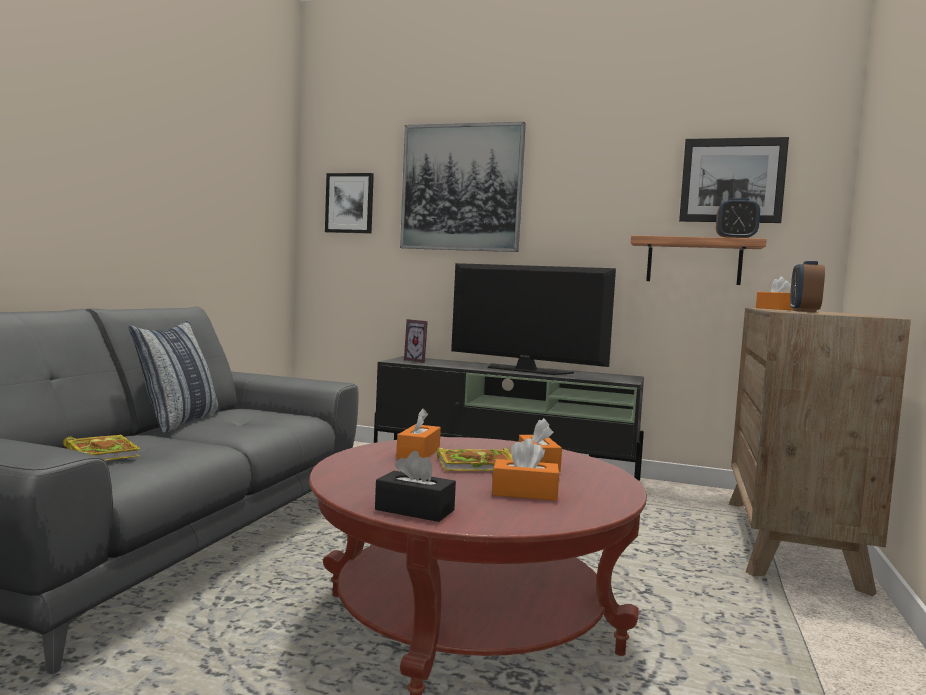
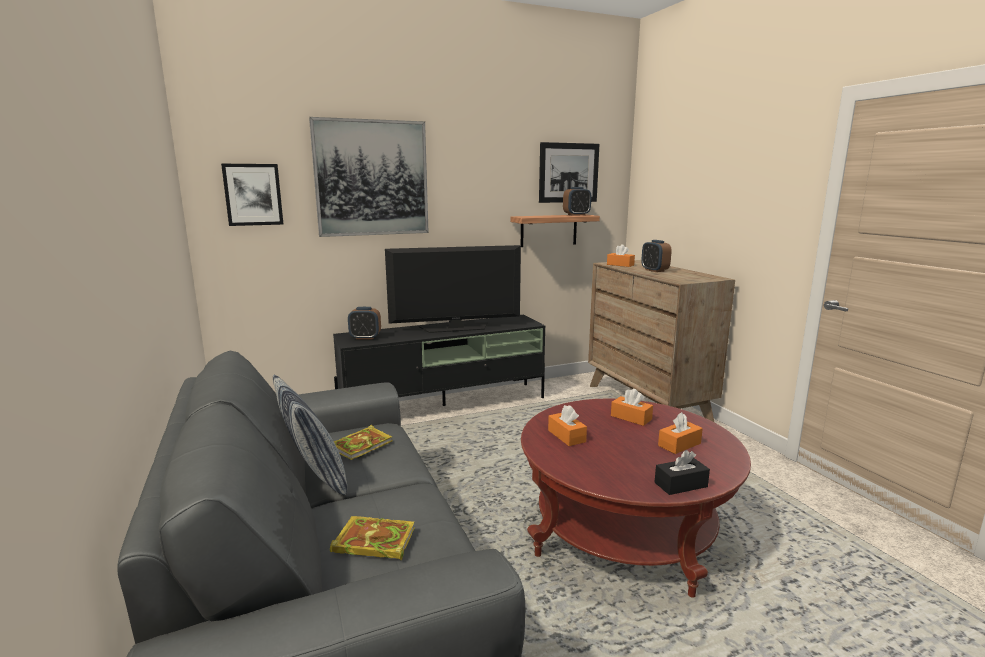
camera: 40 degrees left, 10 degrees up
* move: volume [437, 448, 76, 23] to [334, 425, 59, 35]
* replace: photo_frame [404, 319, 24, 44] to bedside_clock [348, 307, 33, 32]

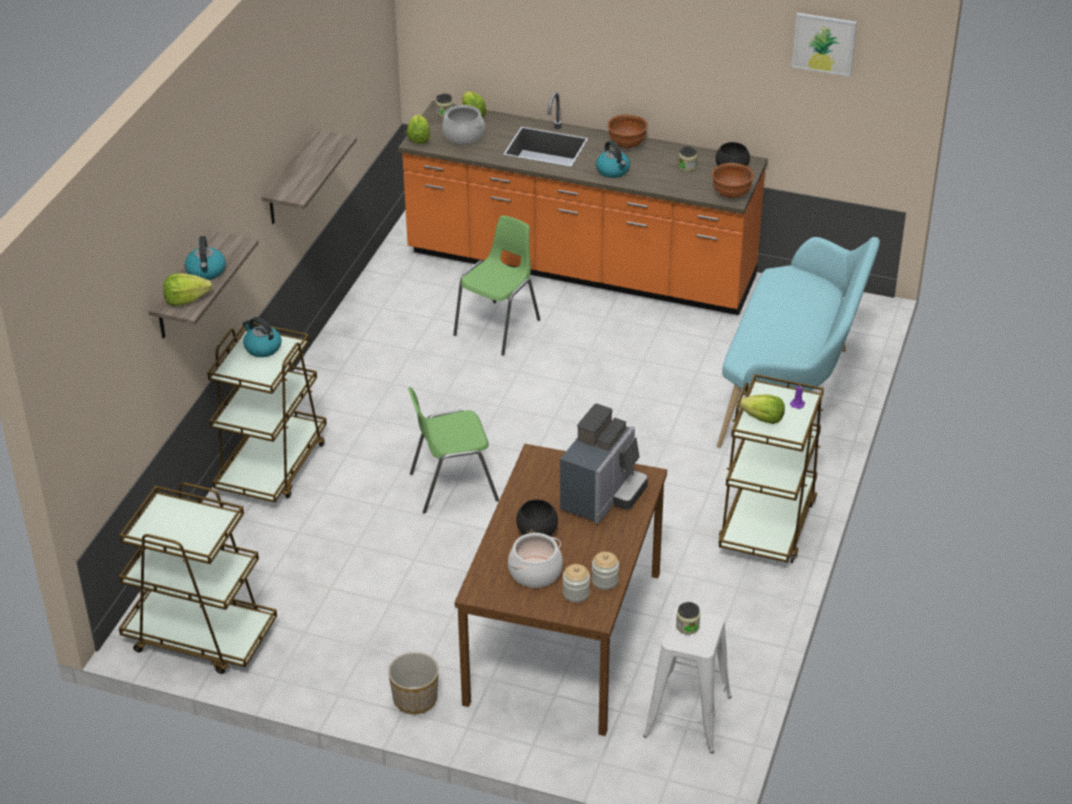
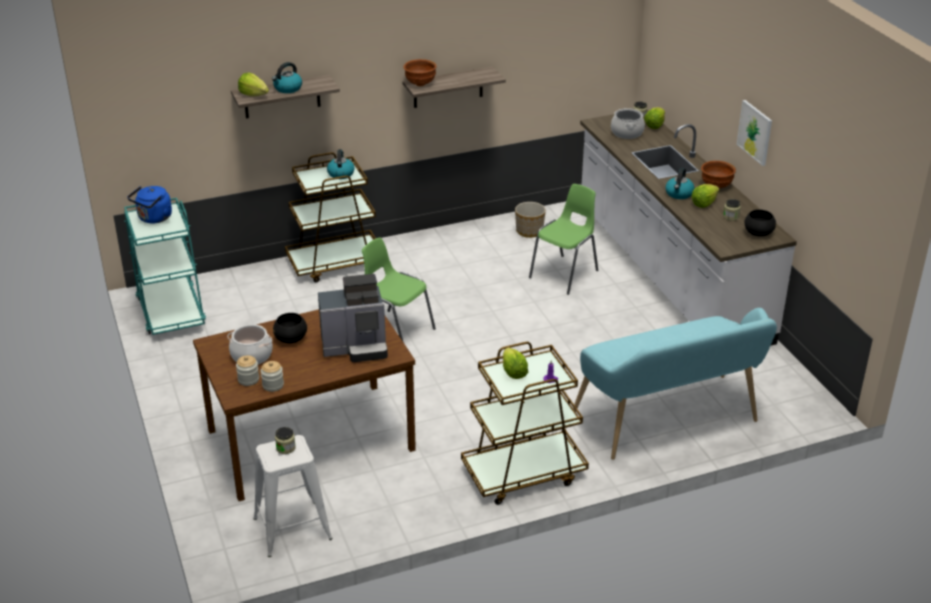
camera: 50 degrees right, 5 degrees down
* insert: bluish_kettle [127, 186, 45, 37]
* move: planter [388, 652, 51, 62] to [515, 202, 31, 36]
* move: lettuce_head [406, 114, 24, 30] to [692, 184, 28, 24]
* move: brown-coloured_deep_dish [712, 163, 42, 35] to [403, 59, 34, 27]
* move: wall_art [792, 13, 65, 63] to [737, 100, 35, 66]
* recolor: brown-coloured_trolley [119, 482, 158, 192] to turquoise-coloured_trolley [124, 198, 82, 137]
* recolor: orangey_counter [398, 92, 370, 223] to whitish_counter [580, 110, 217, 236]
* rotate: green_plain_chair [453, 215, 87, 141] = [529, 184, 69, 111] 45 degrees counterclockwise

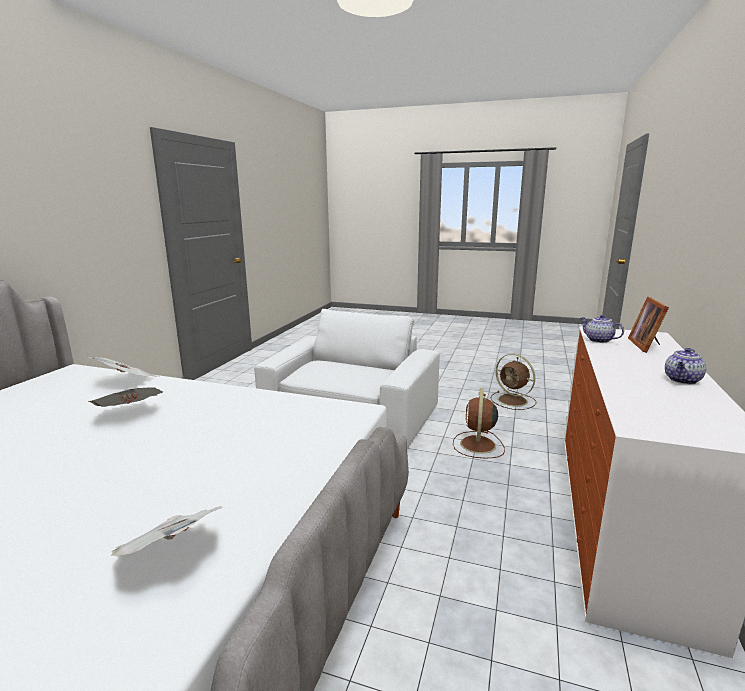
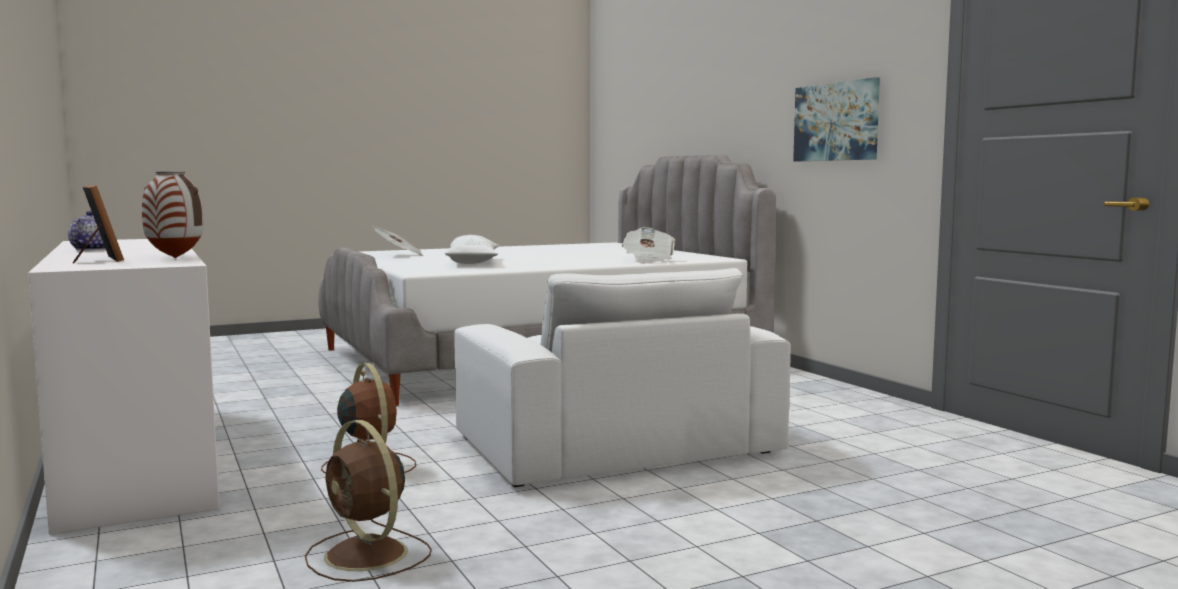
camera: 135 degrees right, 10 degrees down
* delete: daily_paper [88, 387, 75, 20]
* insert: whitish_cushion [445, 235, 54, 29]
* insert: wall_art [793, 77, 87, 84]
* replace: teapot [580, 315, 44, 28] to flower_vase [142, 171, 61, 87]
* rotate: brown-coloured_electric_fan [491, 354, 45, 56] = [305, 420, 127, 162] 135 degrees counterclockwise

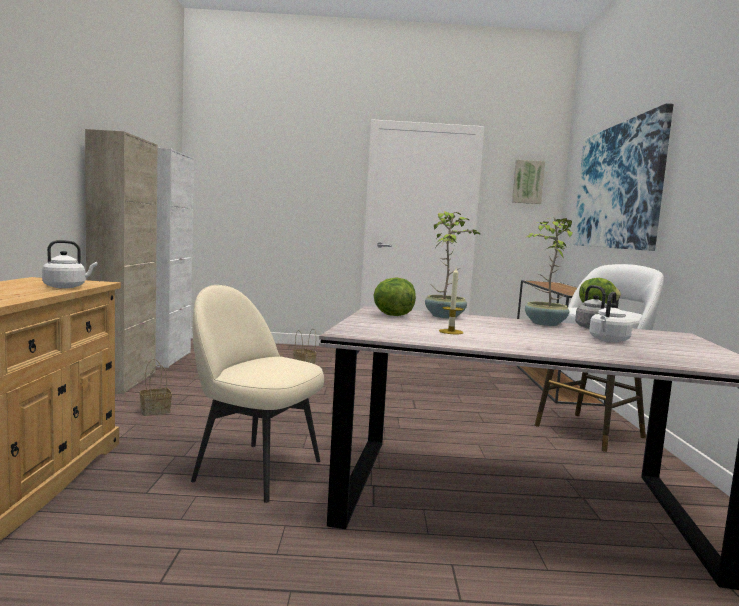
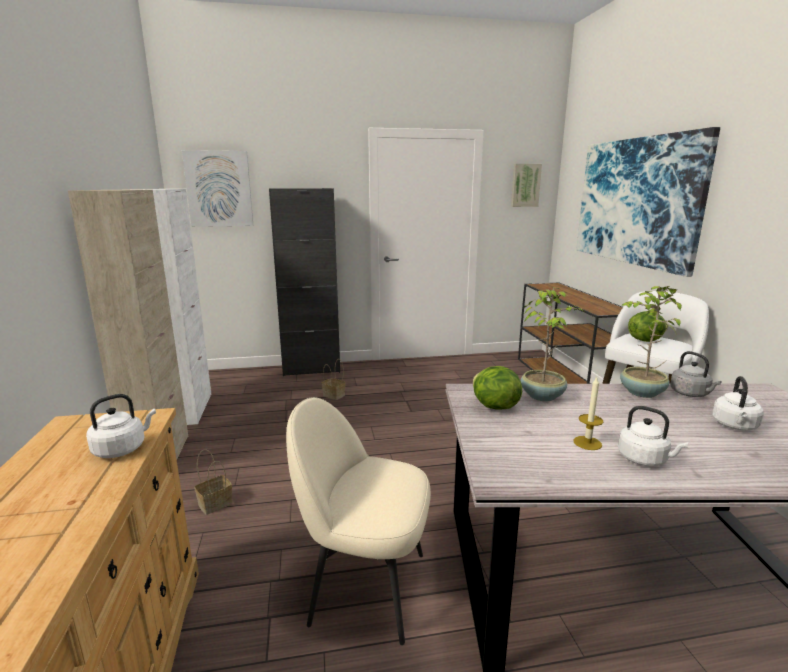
camera: 10 degrees left, 10 degrees up
* insert: wall_art [182, 150, 71, 77]
* insert: black-coloured_cabinet [269, 188, 71, 188]
* insert: whitish_kettle [618, 406, 70, 60]

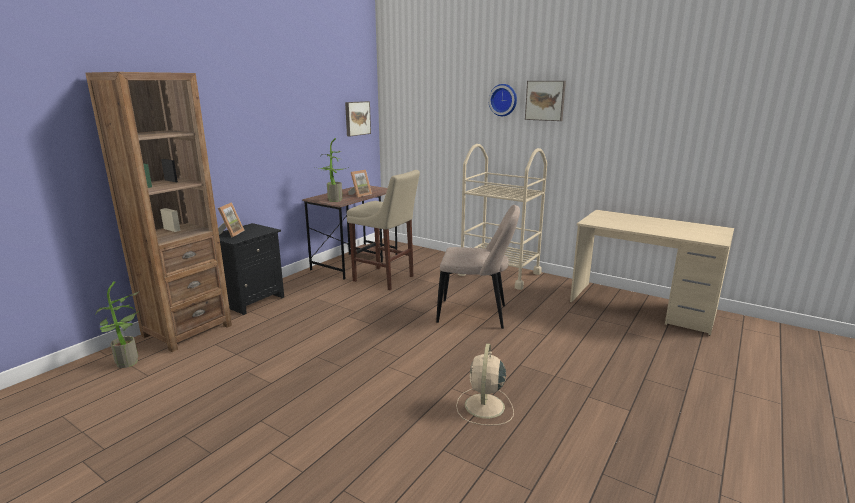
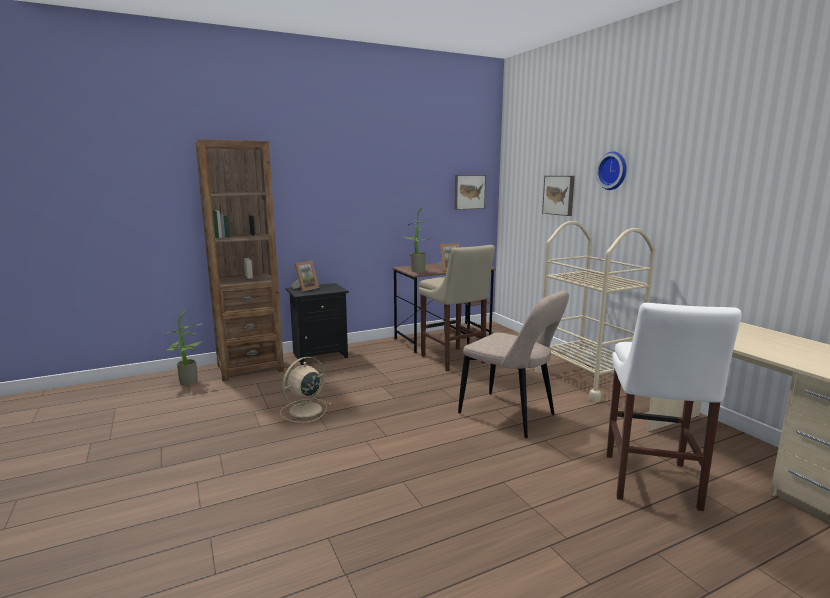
camera: 30 degrees right, 5 degrees down
* insert: whitish_stool_seat [607, 303, 135, 208]
* move: sand-coloured_electric_fan [456, 343, 58, 83] to [280, 357, 51, 66]
* move: wall_art [525, 81, 41, 40] to [542, 176, 33, 40]

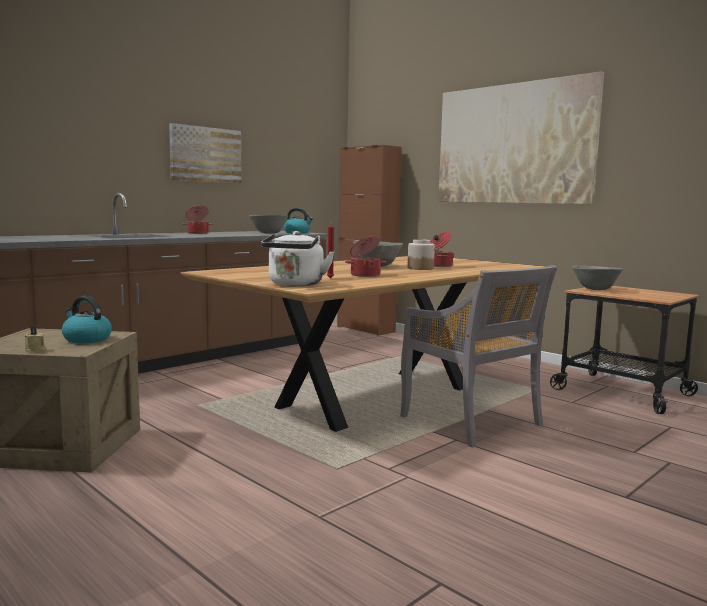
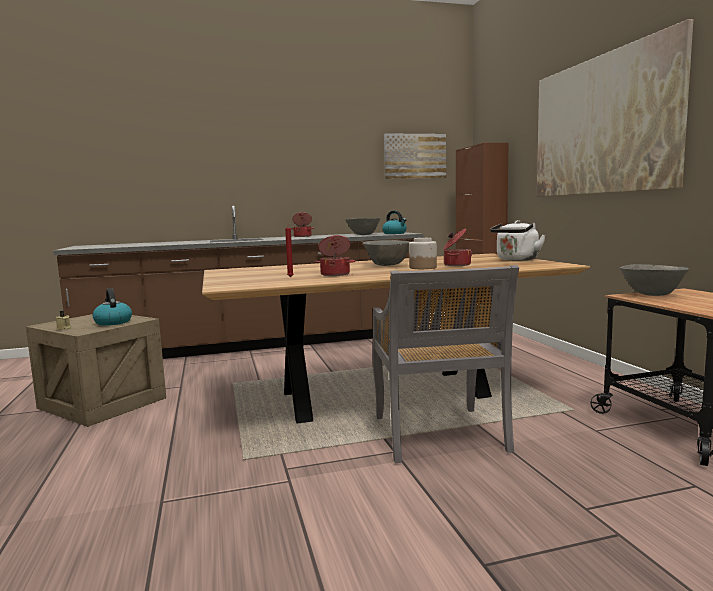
camera: 30 degrees right, 0 degrees up
* move: wall_art [169, 123, 73, 60] to [384, 133, 62, 46]
* move: whitish_kettle [261, 231, 73, 55] to [490, 220, 56, 41]

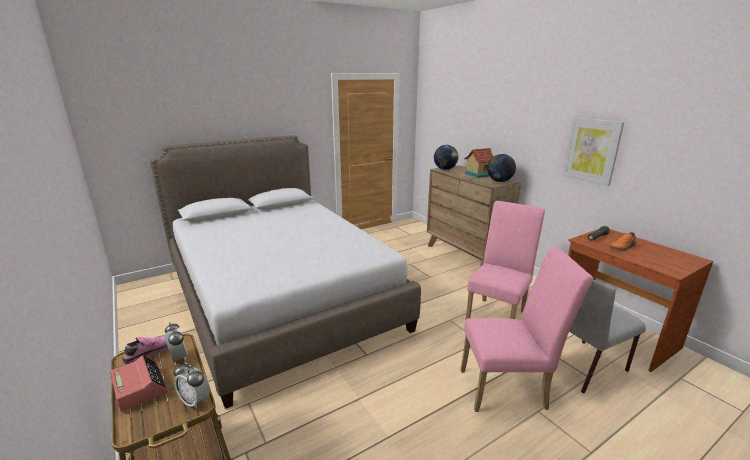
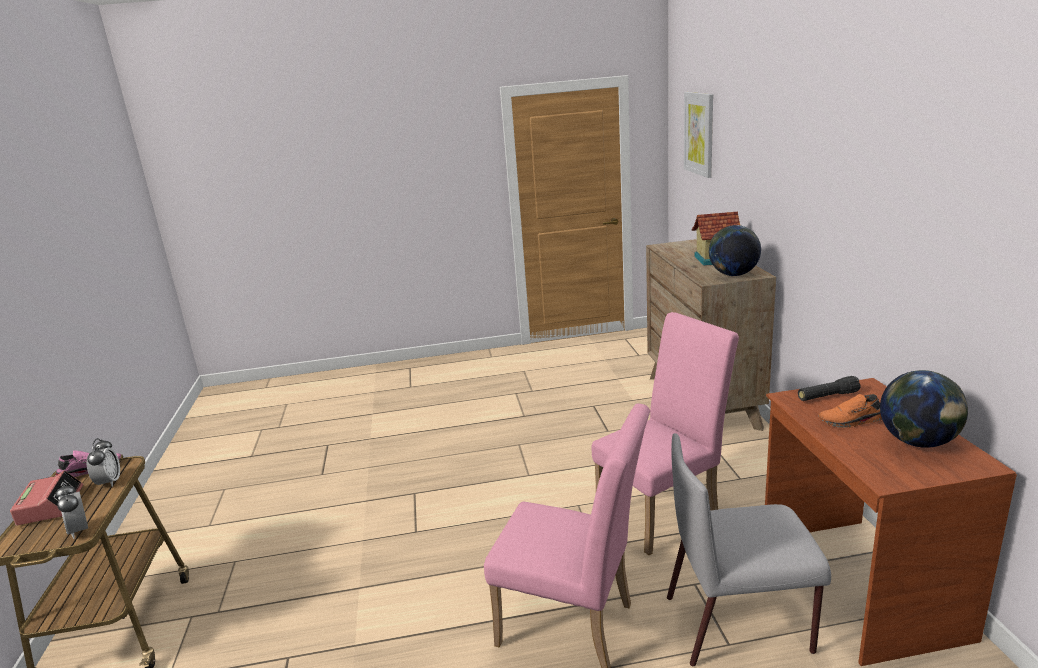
camera: 25 degrees right, 0 degrees up
* delete: bedroom_bed [150, 135, 271, 274]
* move: world_globe [434, 145, 25, 25] to [880, 370, 88, 78]
* move: wall_art [562, 118, 62, 68] to [684, 92, 29, 86]

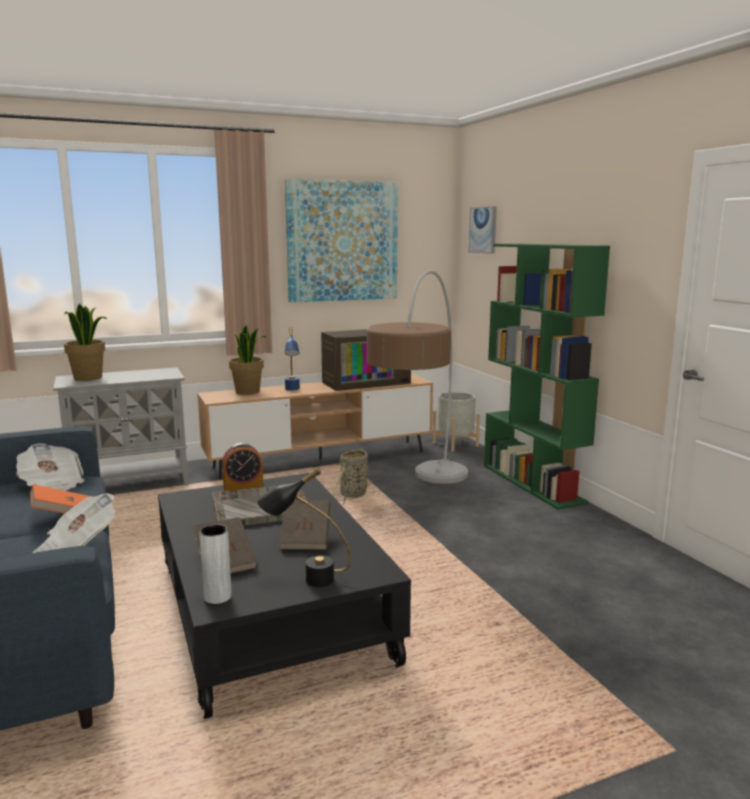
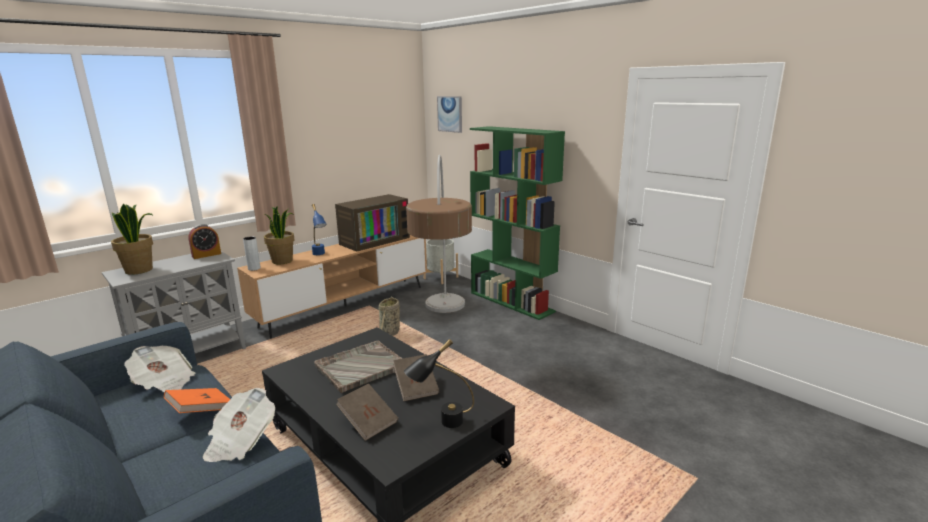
camera: 20 degrees left, 5 degrees up
* delete: wall_art [285, 179, 113, 124]
* move: gray_flower_vase [199, 524, 33, 80] to [243, 236, 18, 35]
* move: bedside_clock [222, 443, 41, 48] to [188, 224, 33, 35]

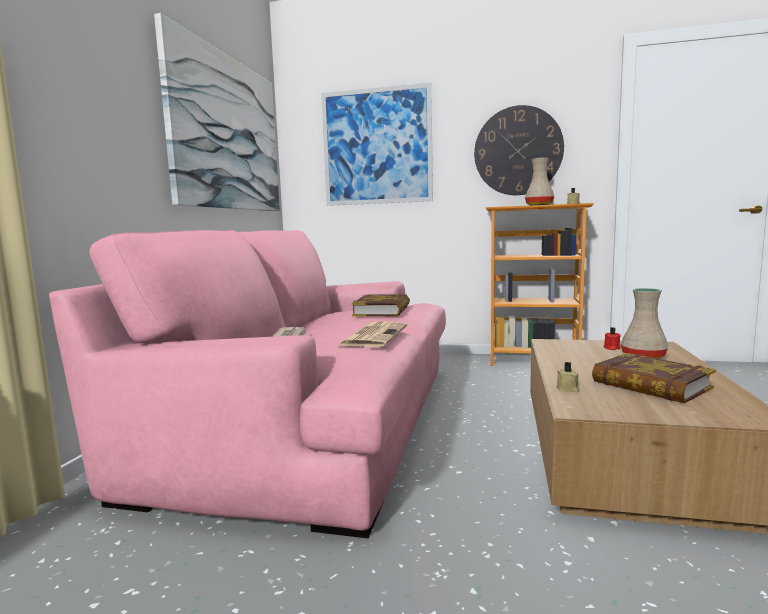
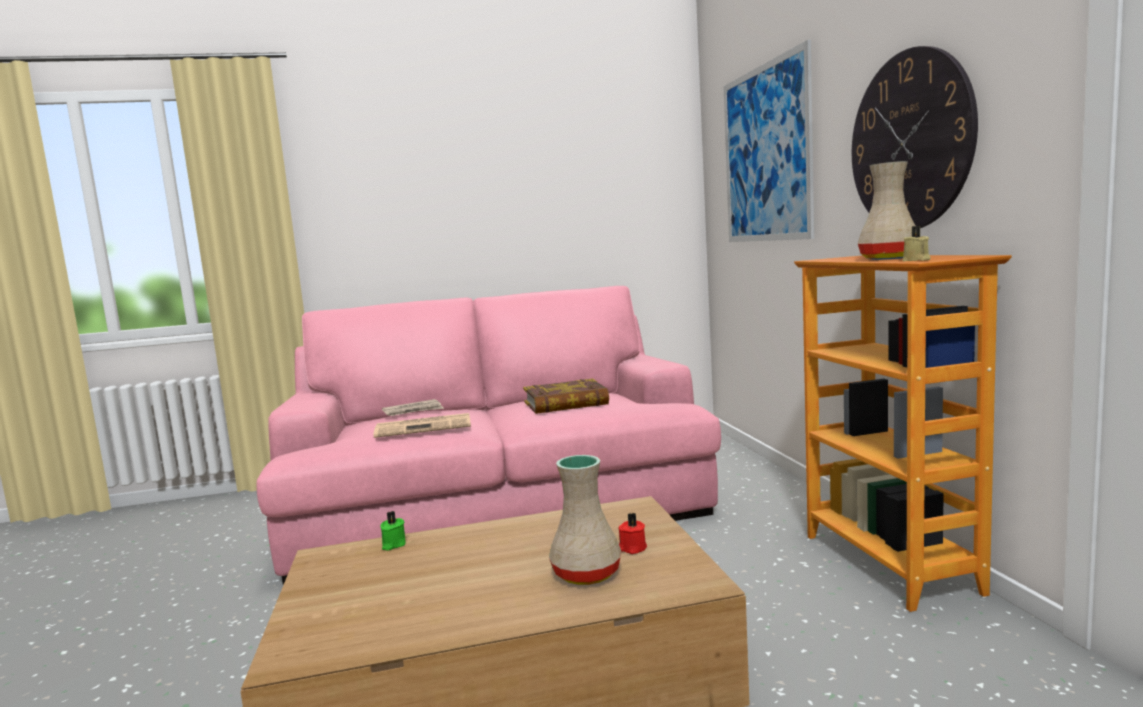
camera: 65 degrees right, 0 degrees up
* delete: wall_art [154, 13, 126, 198]
* delete: volume [592, 353, 124, 50]
* recolor: sand-coloured_candle [556, 362, 24, 30] to green_candle [381, 511, 25, 39]

